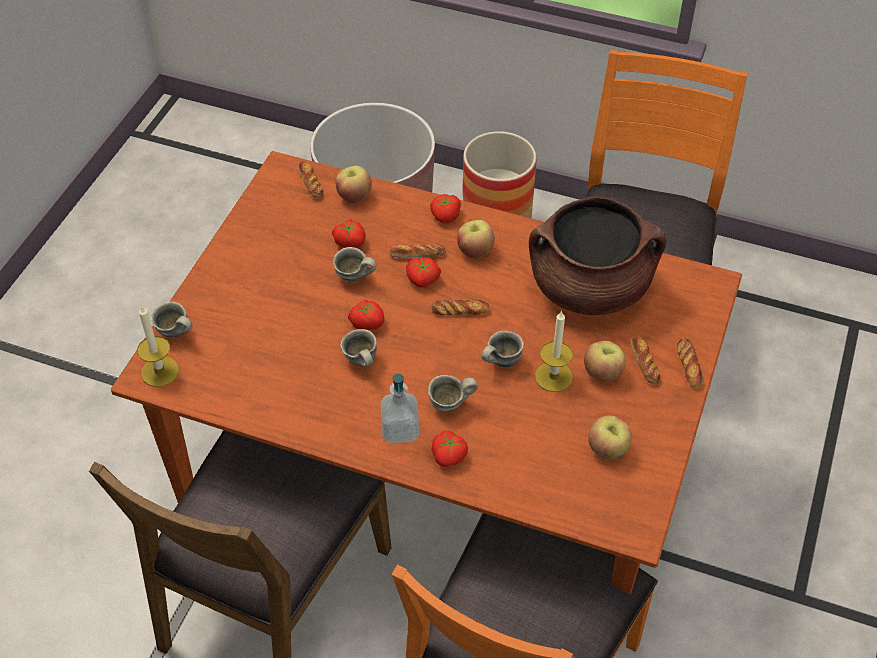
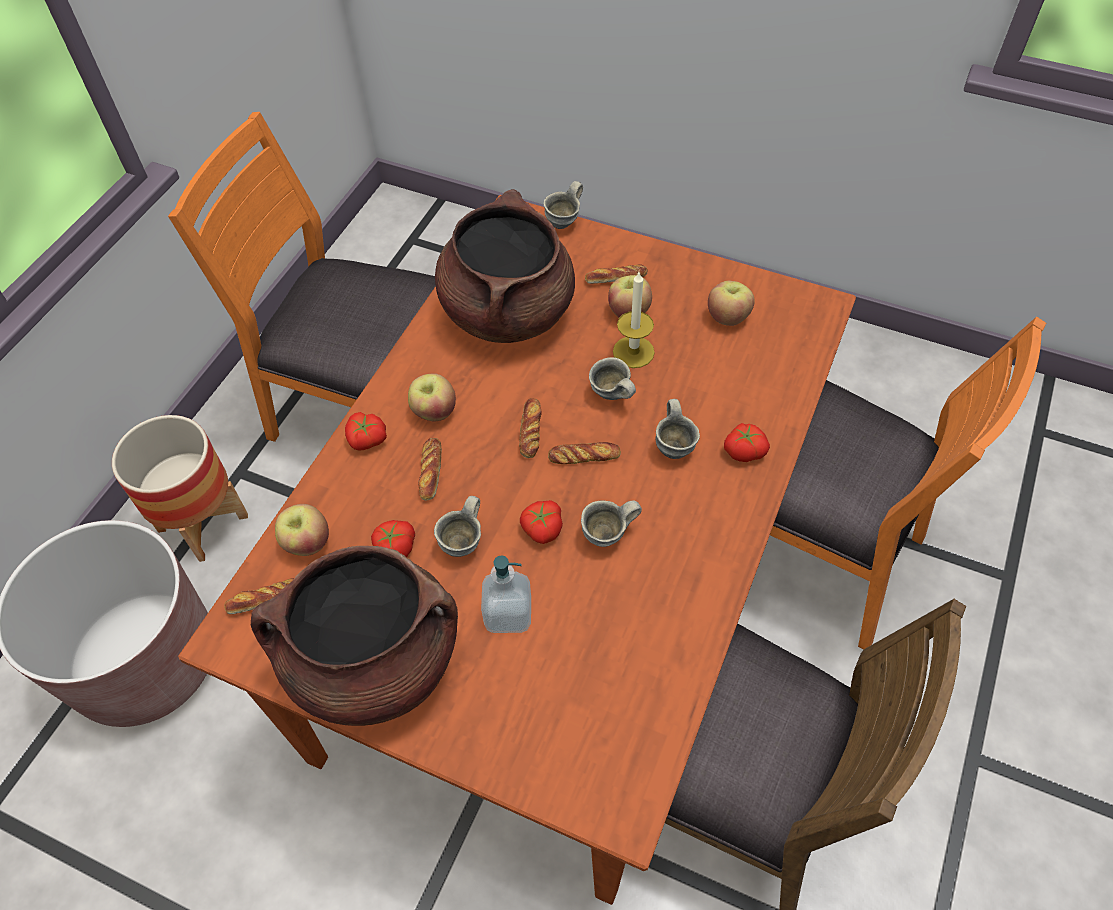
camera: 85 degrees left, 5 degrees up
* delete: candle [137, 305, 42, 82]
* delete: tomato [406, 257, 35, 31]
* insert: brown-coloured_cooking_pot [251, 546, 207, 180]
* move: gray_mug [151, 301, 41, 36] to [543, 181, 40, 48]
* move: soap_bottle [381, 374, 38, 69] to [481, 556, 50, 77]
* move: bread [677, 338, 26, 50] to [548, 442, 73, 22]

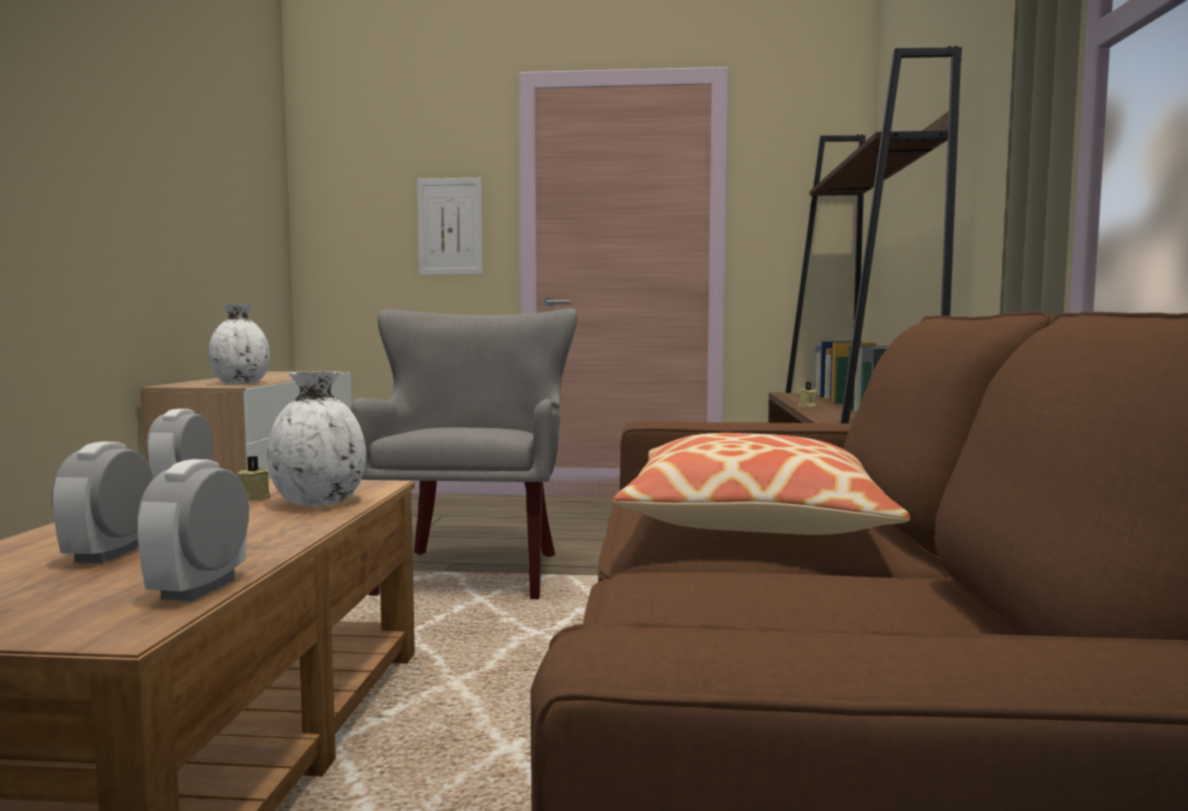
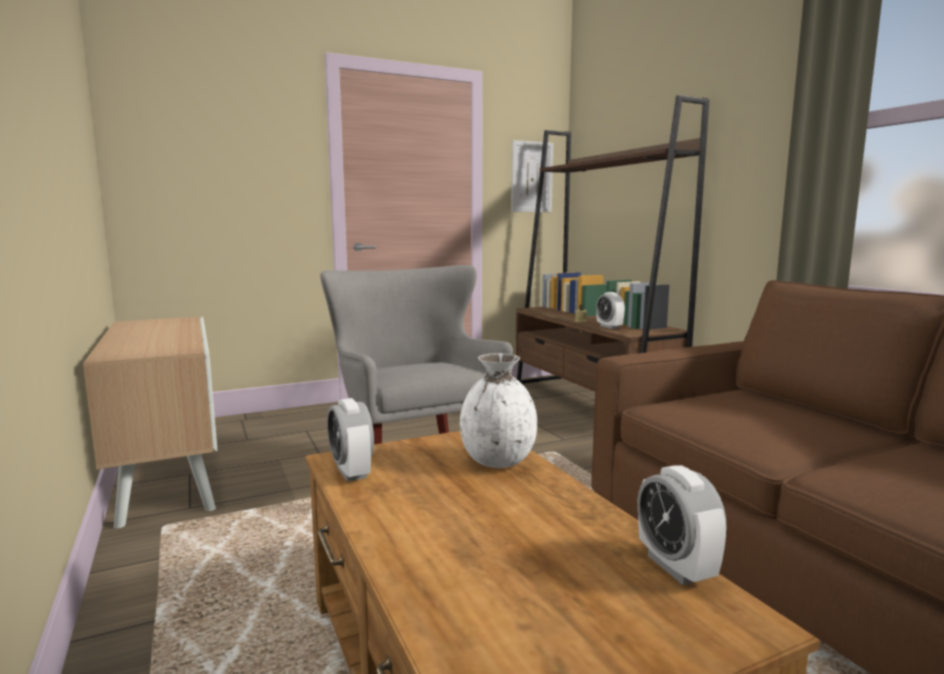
camera: 30 degrees left, 5 degrees up
* delete: whitish_flower_vase [208, 305, 62, 79]
* delete: sand-coloured_candle [237, 456, 34, 45]
* delete: cushion [614, 433, 296, 102]
* move: bedside_clock [52, 442, 101, 121] to [596, 292, 29, 37]
* move: wall_art [417, 178, 66, 97] to [511, 140, 42, 72]

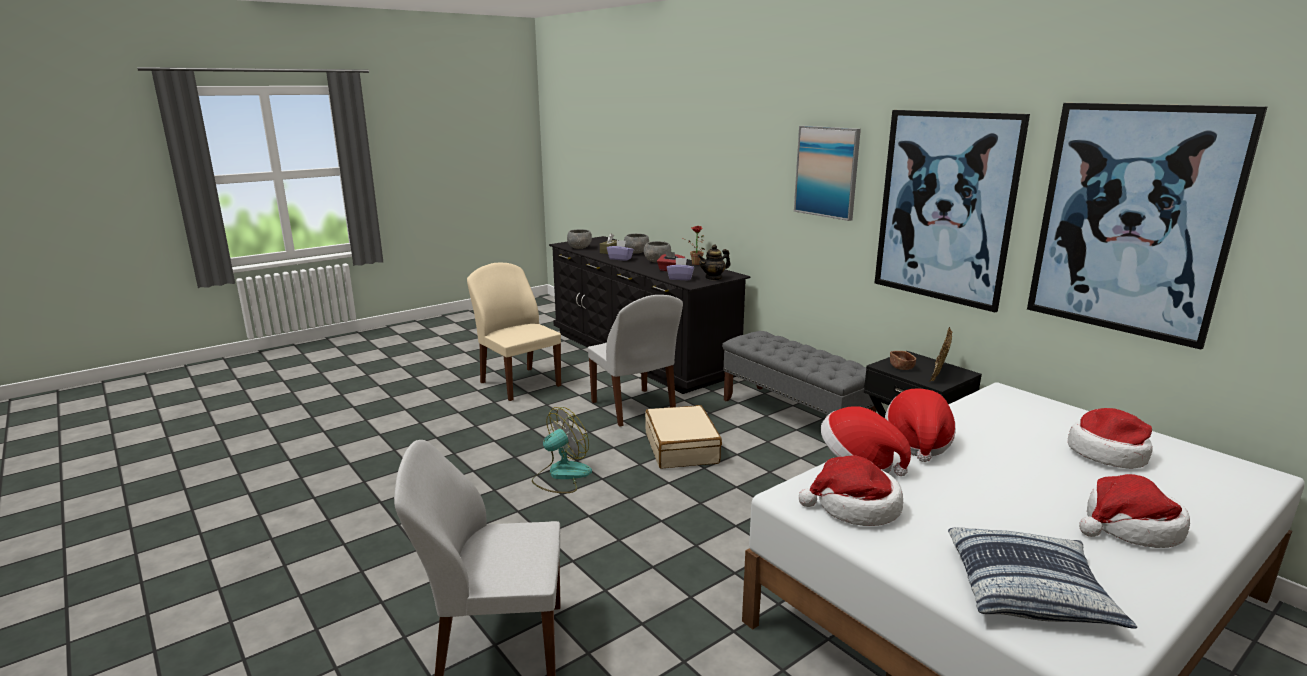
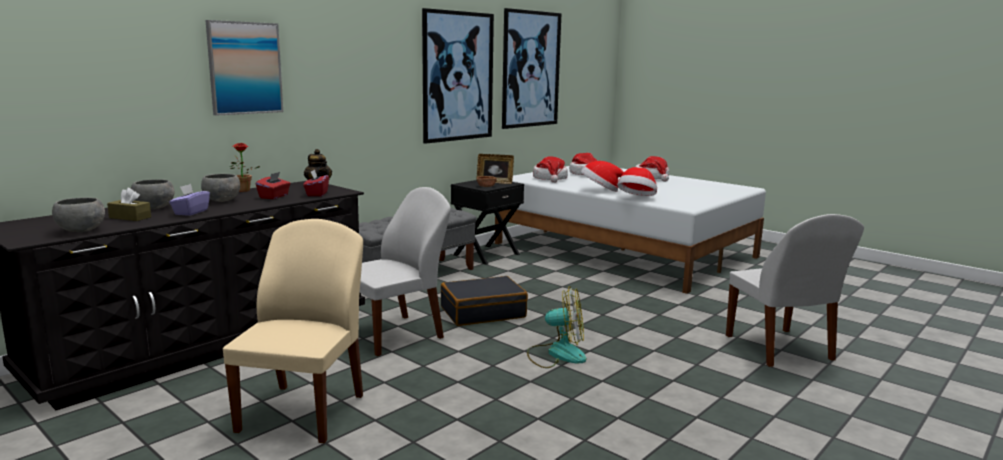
camera: 100 degrees left, 5 degrees down
* delete: cushion [948, 527, 189, 102]
* move: wall_art [794, 126, 67, 95] to [205, 20, 78, 96]
* move: hat [799, 456, 104, 70] to [533, 156, 35, 27]
* recolor: sand-coloured_piece_of_luggage [645, 405, 77, 63] to black-coloured_piece_of_luggage [441, 276, 87, 50]
* recolor: purplish_box_of_tissues [667, 258, 27, 22] to red-coloured_box_of_tissues [303, 169, 26, 27]
* rotate: sand-coloured_plain_chair [467, 263, 94, 138] = [223, 219, 140, 224] 150 degrees clockwise
* rotate: electric_fan [532, 407, 60, 86] = [527, 286, 60, 82] 150 degrees clockwise

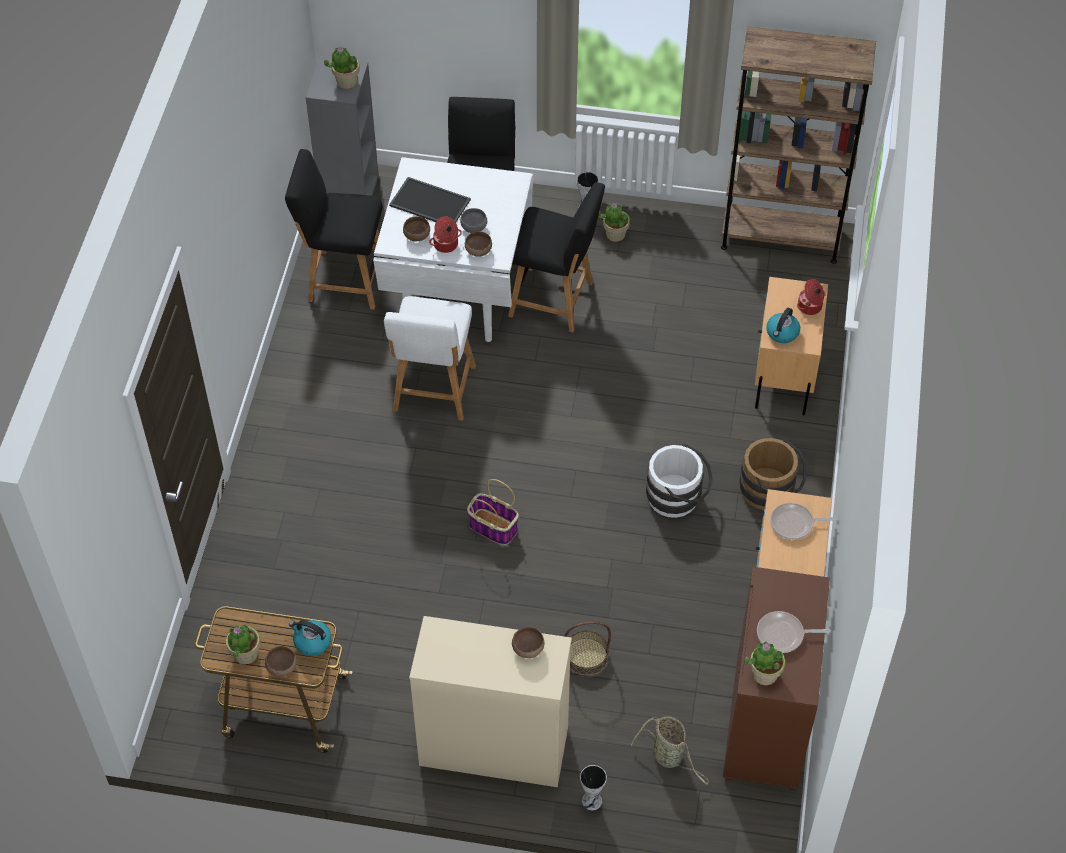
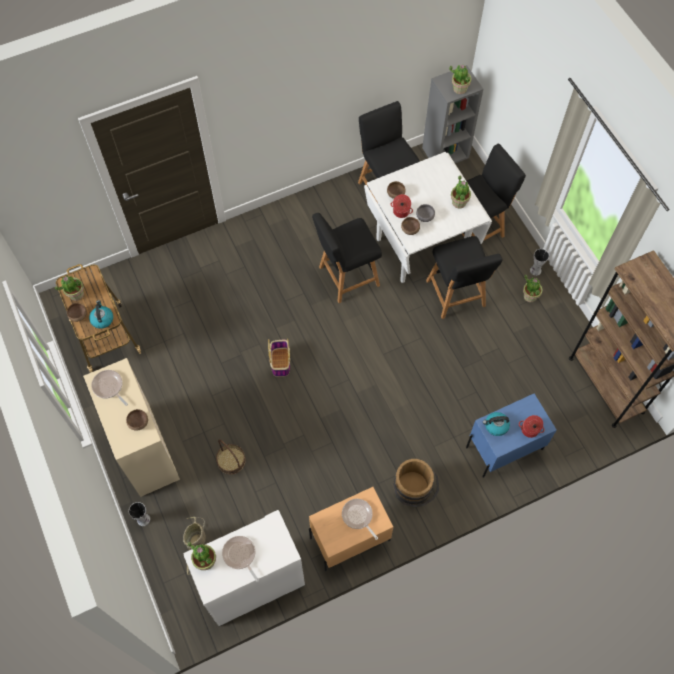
camera: 55 degrees right, 10 degrees up
* delete: serving_tray [389, 177, 82, 45]
* delete: whitish_bucket [646, 444, 67, 74]
* insert: frying_pan [91, 370, 37, 36]
* insert: potted_plant [451, 176, 20, 32]
* recolor: whitish_plain_chair [384, 296, 92, 125] to black-coloured_plain_chair [312, 213, 70, 90]
* recolor: brown-coloured_cabinet [723, 567, 107, 224] to whitish_cabinet [183, 510, 122, 116]
* recolor: sand-coloured_nightstand [755, 277, 73, 138] to bluish_nightstand [466, 394, 91, 84]

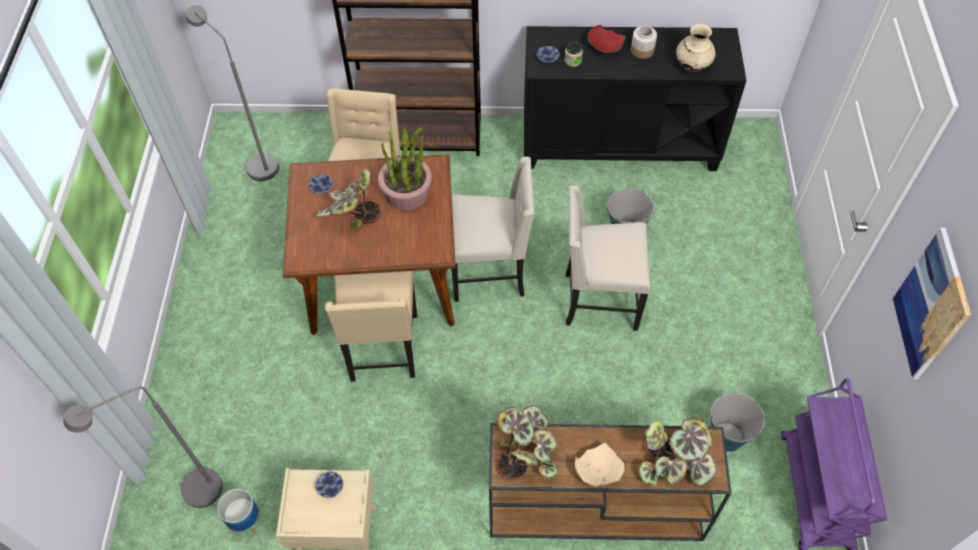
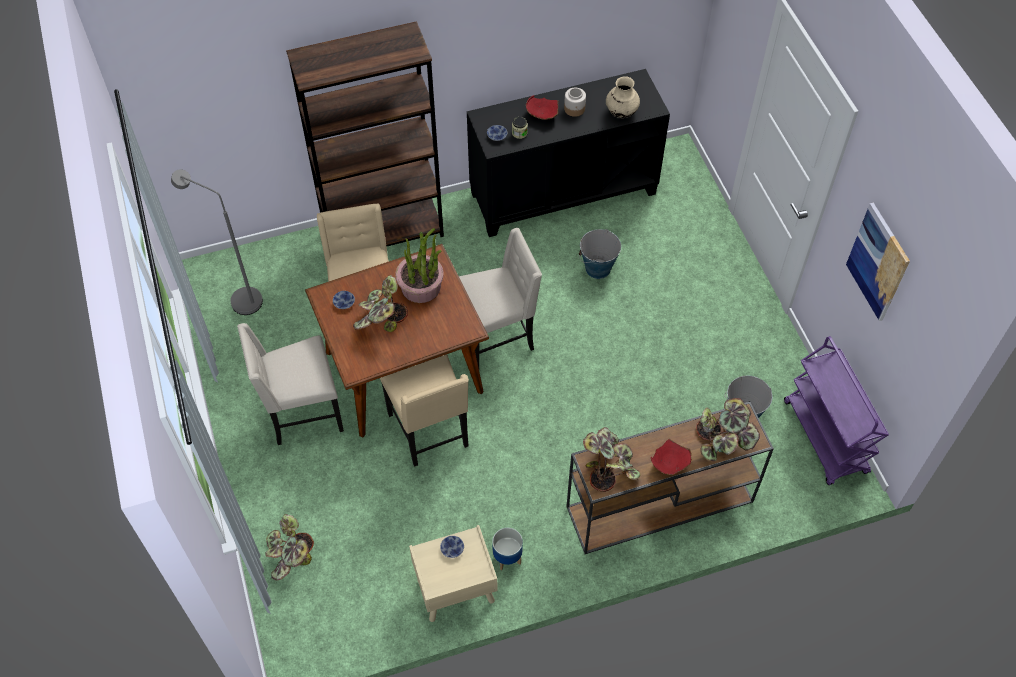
camera: 20 degrees left, 0 degrees up
* delete: gray_standing_lamp [64, 386, 159, 122]
* insert: potted_plant [265, 514, 49, 67]
* move: planter [217, 489, 43, 45] to [492, 528, 31, 43]
* move: sand-coloured_plain_chair [566, 185, 85, 146] to [237, 323, 107, 122]
* recolor: sand-coloured_deep_dish [575, 442, 51, 45] to red-coloured_deep_dish [651, 439, 41, 36]

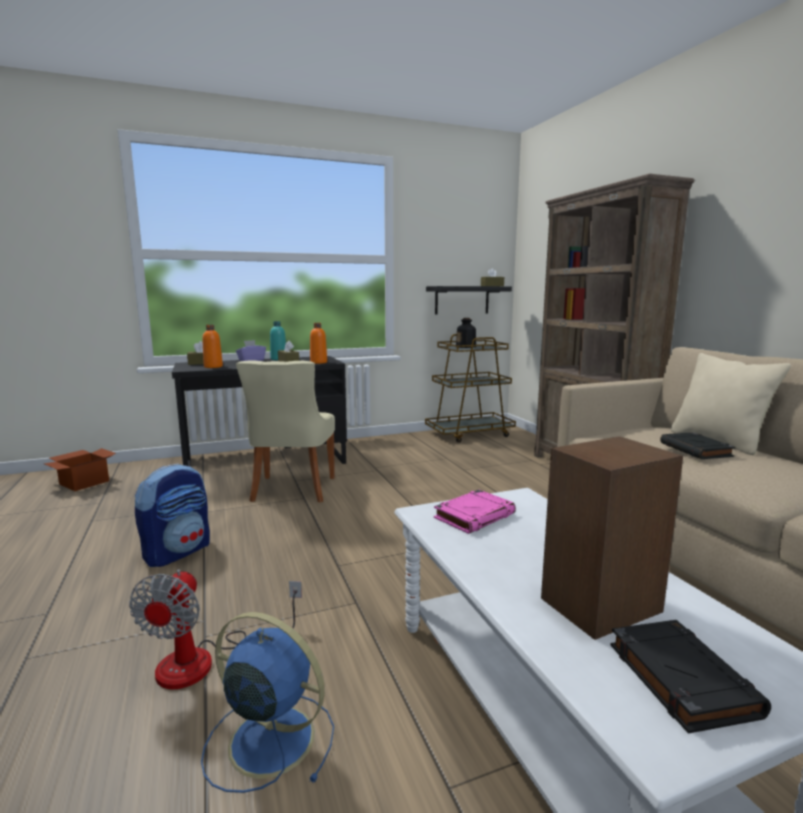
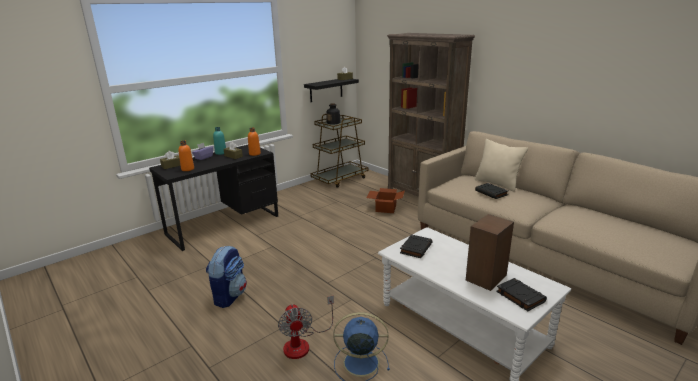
camera: 20 degrees left, 10 degrees up
* delete: sand-coloured_plain_chair [236, 360, 99, 142]
* move: carton [44, 448, 72, 43] to [367, 188, 38, 25]
* recolor: pink_volume [434, 489, 82, 45] to black-coloured_volume [400, 235, 33, 23]

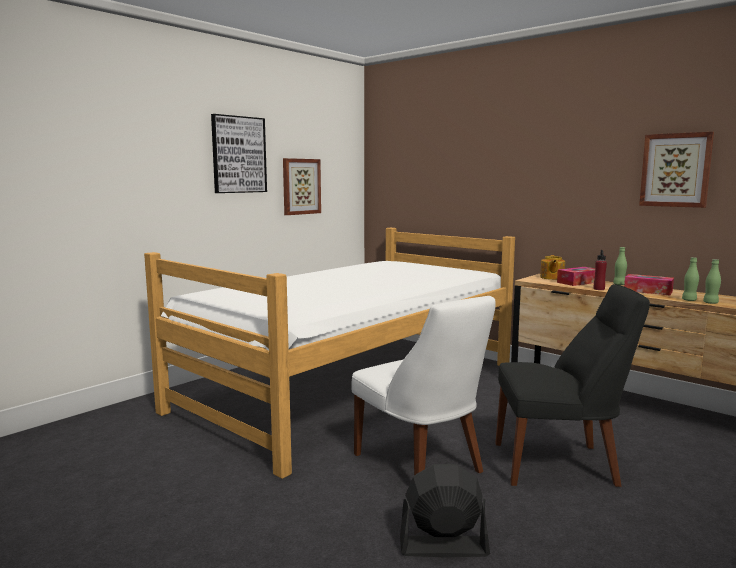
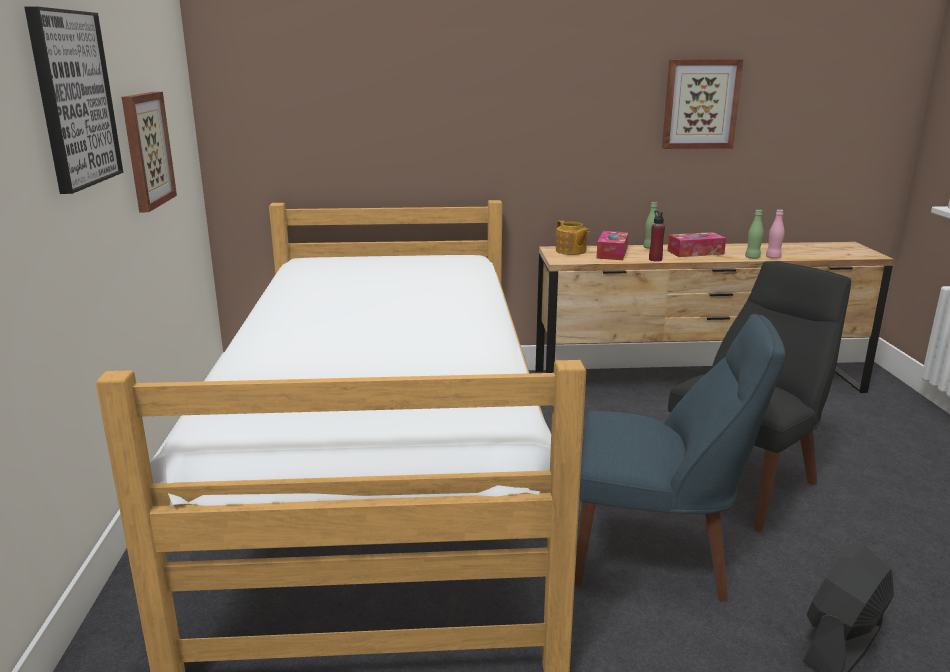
camera: 45 degrees left, 10 degrees up
* recolor: whitish_plain_chair [351, 296, 145, 180] to bluish_plain_chair [574, 314, 211, 287]
* recolor: green_bottle [703, 259, 18, 45] to pink_bottle [766, 209, 19, 50]

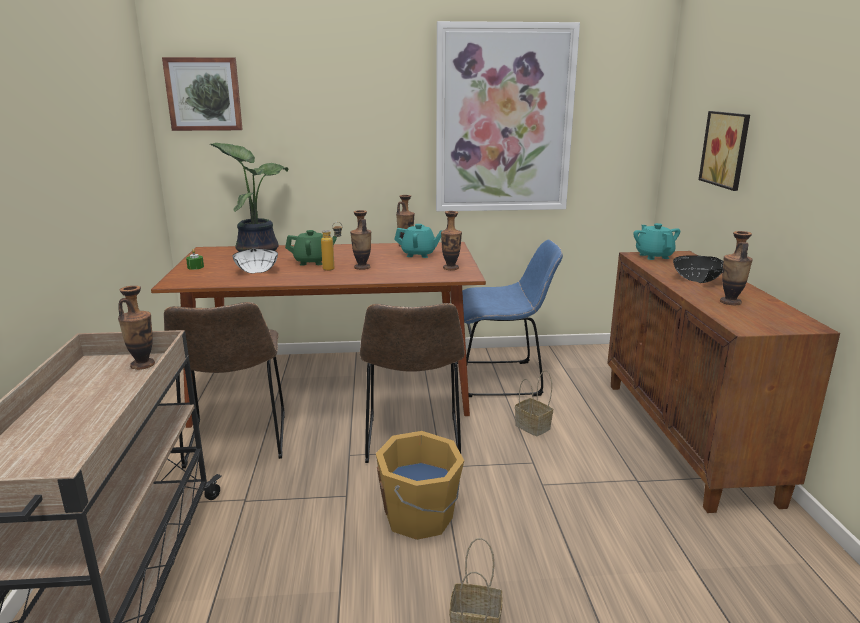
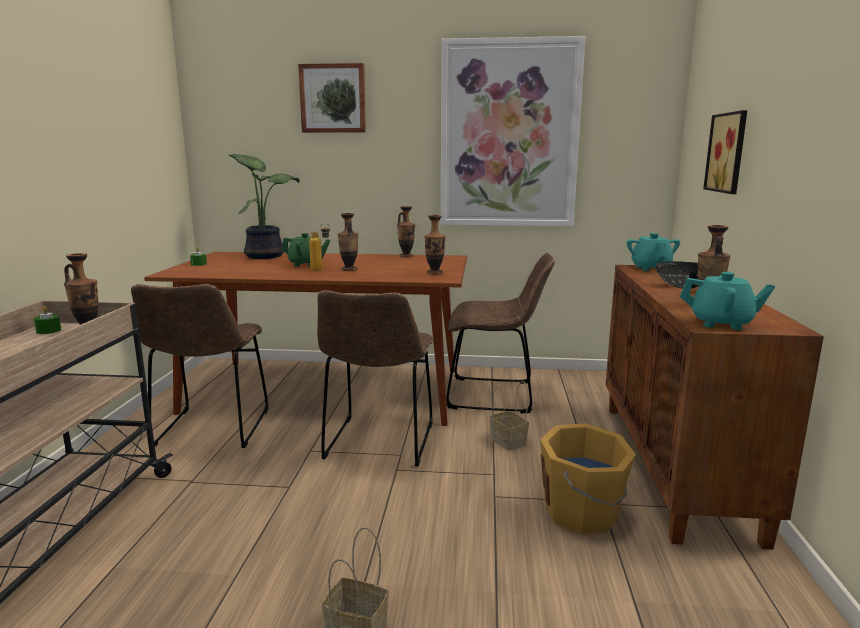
camera: 10 degrees right, 5 degrees down
* delete: whitish_deep_dish [232, 248, 46, 25]
* insert: green_candle [34, 306, 27, 28]
* move: wall_art [162, 57, 81, 74] to [298, 63, 68, 70]
* move: orangey_bucket [376, 431, 88, 109] to [540, 423, 96, 111]
* move: turquoise-coloured_teapot [394, 224, 48, 34] to [680, 272, 95, 58]
* recolor: bluish_plain_chair [457, 240, 106, 157] to brown-coloured_plain_chair [446, 253, 109, 160]

